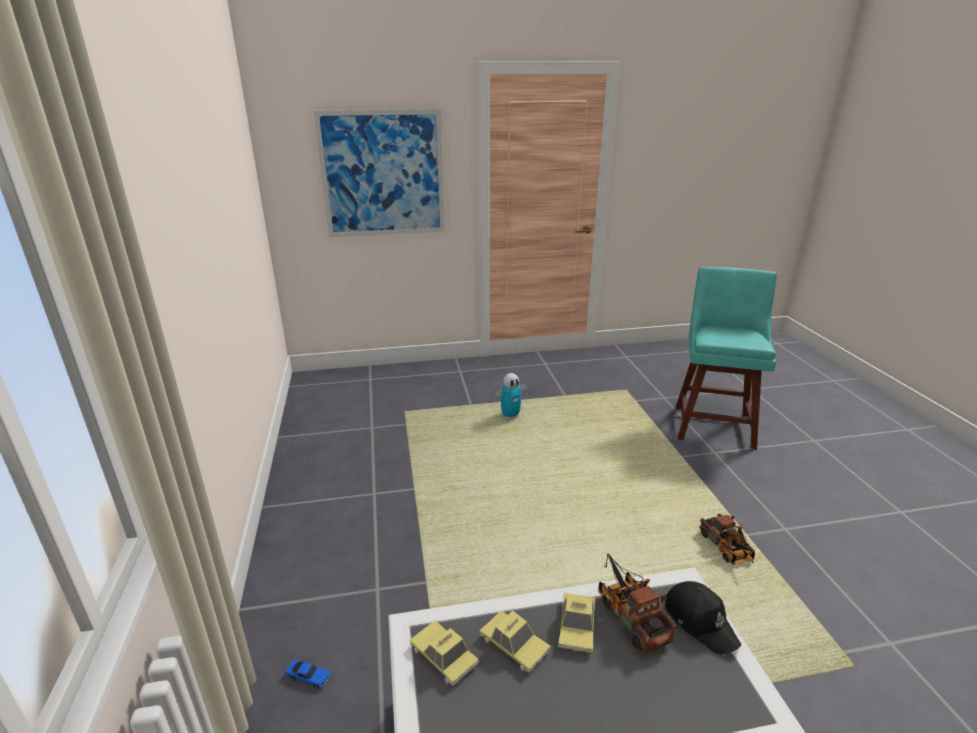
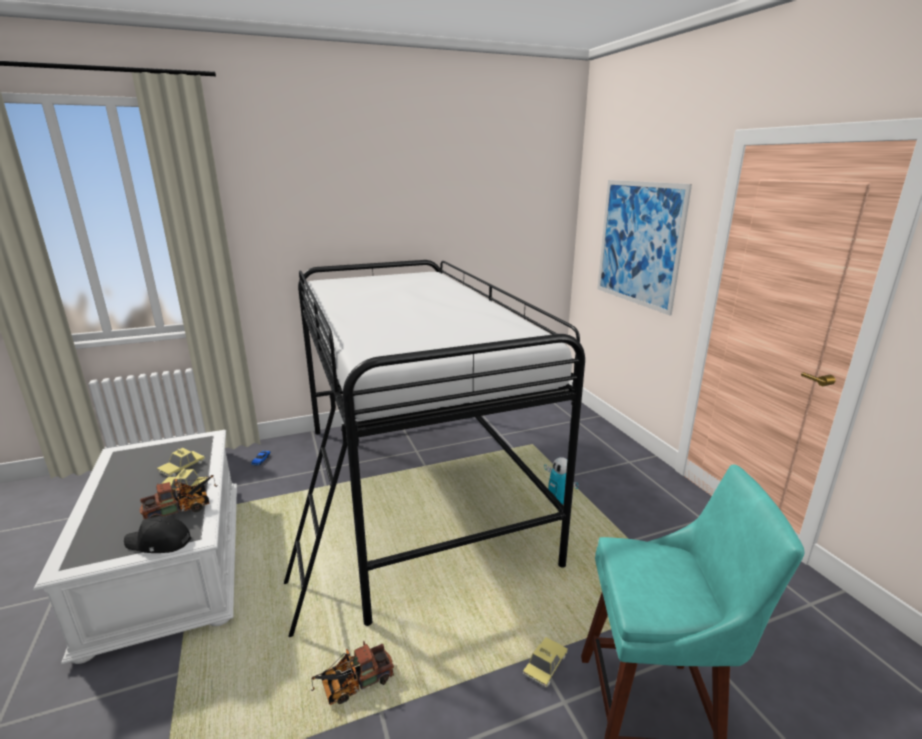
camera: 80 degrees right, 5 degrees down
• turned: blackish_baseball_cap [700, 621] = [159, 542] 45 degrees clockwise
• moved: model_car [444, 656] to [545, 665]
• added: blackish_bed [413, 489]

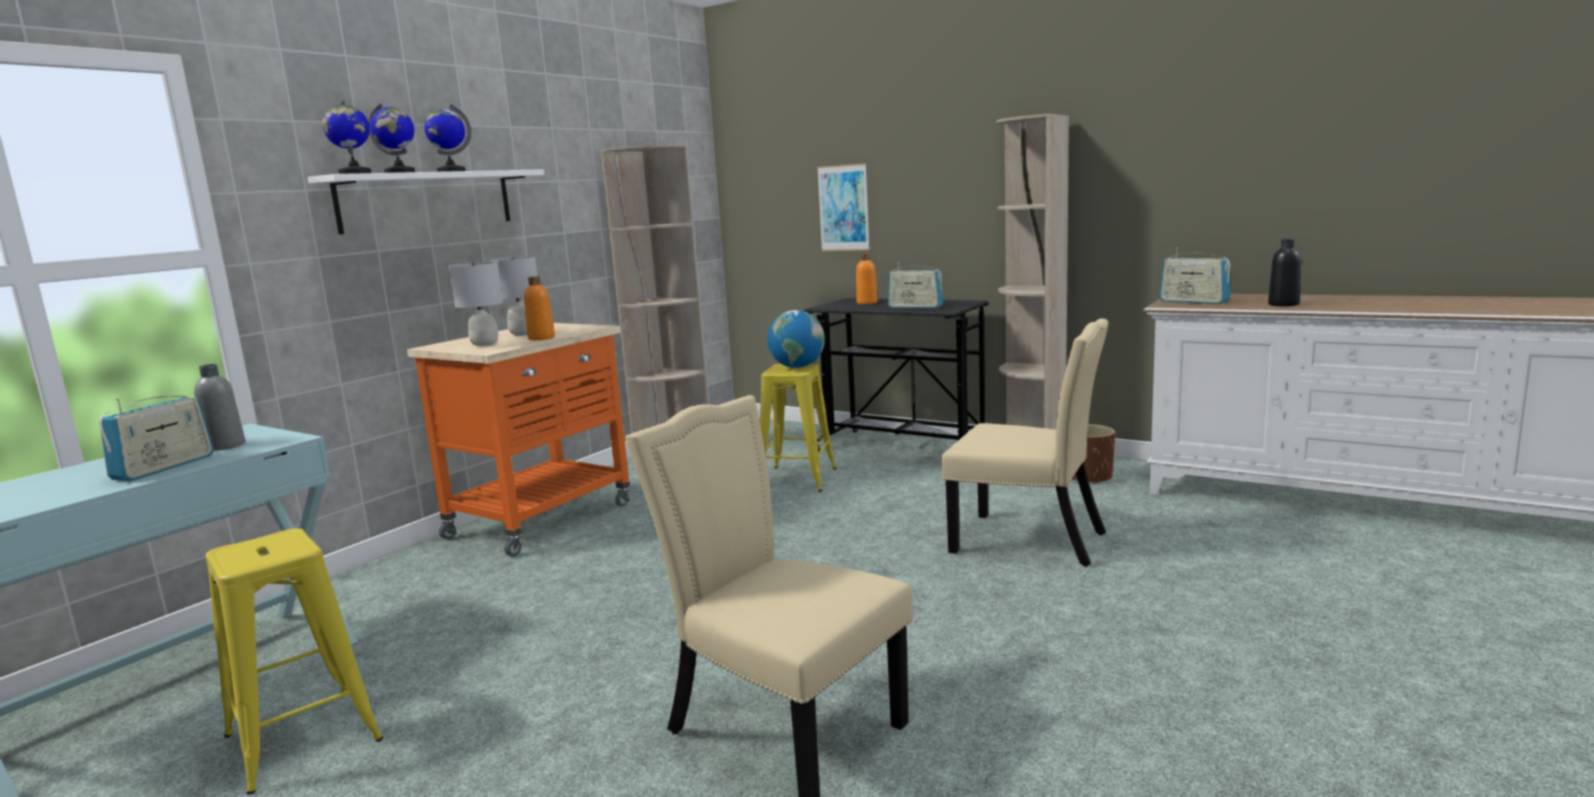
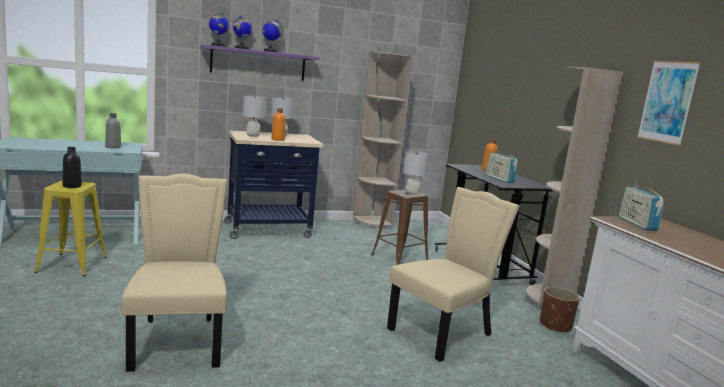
camera: 35 degrees right, 0 degrees up
• moved: wall_picture [843, 208] to [667, 102]
• recoloured: white-coloured_wall_shelf [427, 200] to purple_wall_shelf [258, 63]
• moved: blackish_bottle [1283, 304] to [72, 186]
• replaced: globe [797, 367] to greyish_lamp_for_a_table [412, 193]
• turned: beige_upright_chair [1025, 540] = [440, 334] 105 degrees counterclockwise
• recoloured: orangey_trolley [540, 520] to blue-coloured_trolley [268, 230]
• recoloured: yellow_stool [797, 479] to brown-coloured_stool [399, 258]
• removed: radio_set [164, 467]

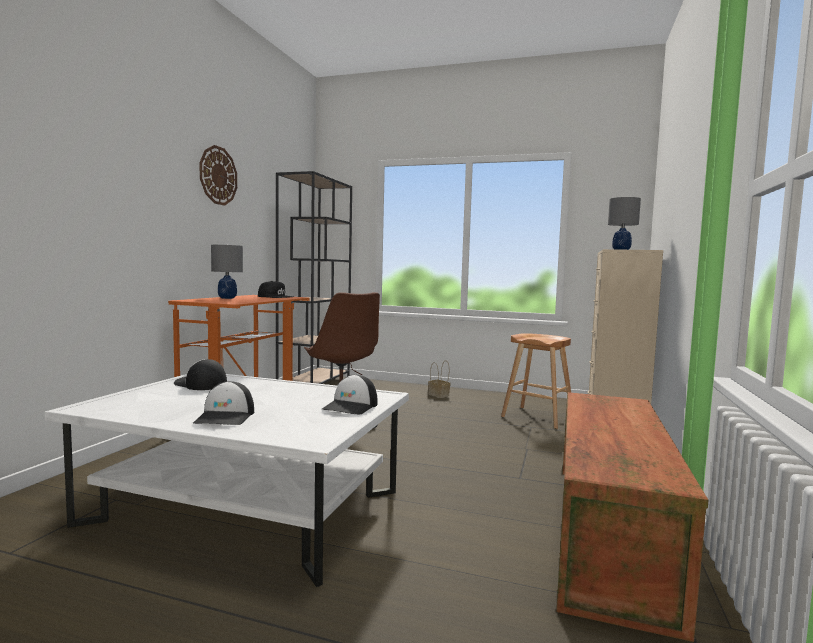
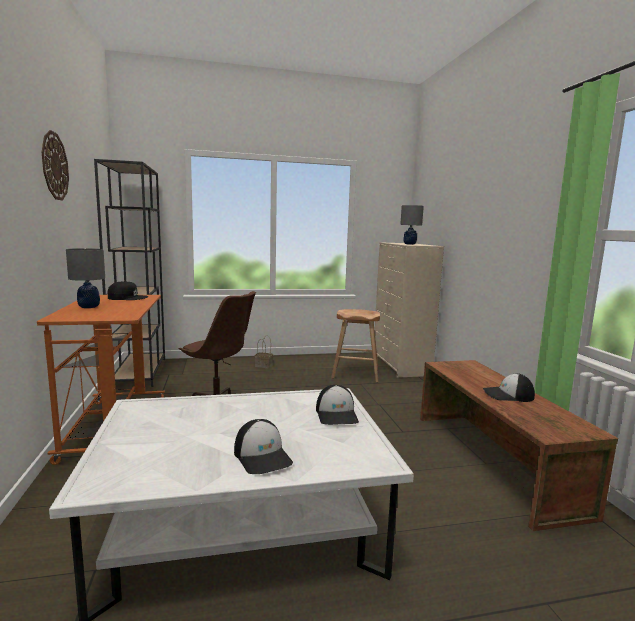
camera: 30 degrees left, 5 degrees up
• moved: baseball_cap [200, 384] to [508, 395]

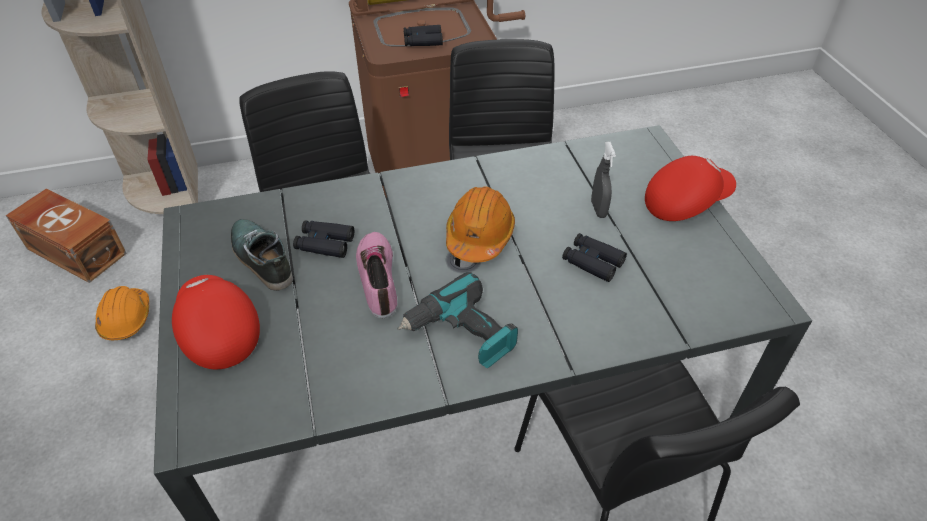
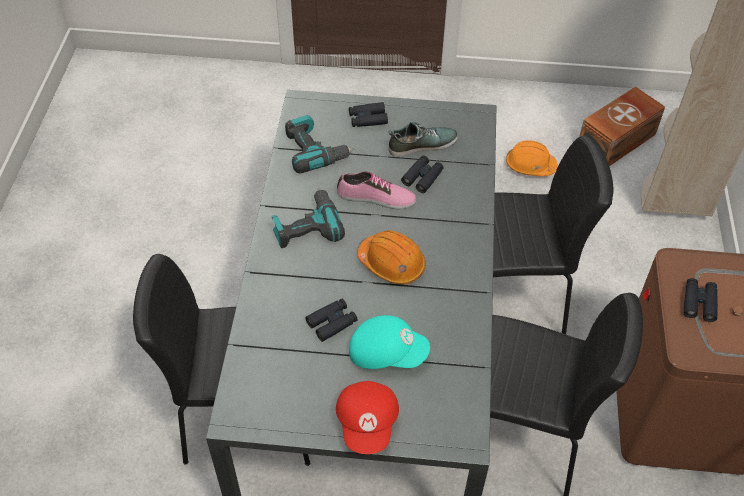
camera: 110 degrees right, 5 degrees up
• replaced: greyish_hand_sprayer [598, 209] to blue-green_baseball_cap [387, 352]
• replaced: red_baseball_cap [217, 331] to blackish_field_glasses [367, 119]
• added: electric_drill [315, 151]

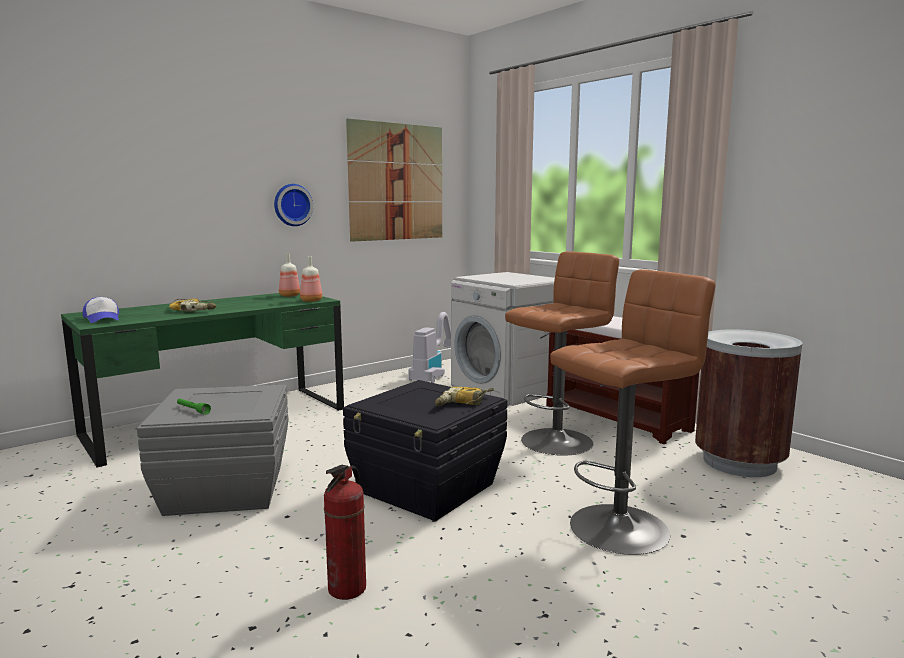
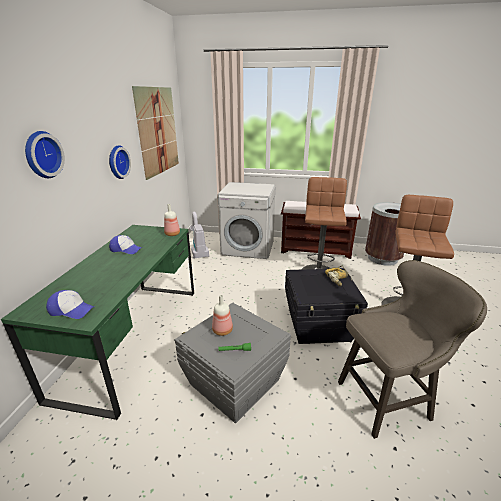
camera: 40 degrees left, 15 degrees up
• moved: bottle [289, 296] to [223, 331]
• removed: electric_drill [194, 310]
• replaced: extinguisher [347, 589] to beige_stool [386, 399]
• added: clock_on_the_wall [41, 155]
• added: baseball_cap [126, 249]

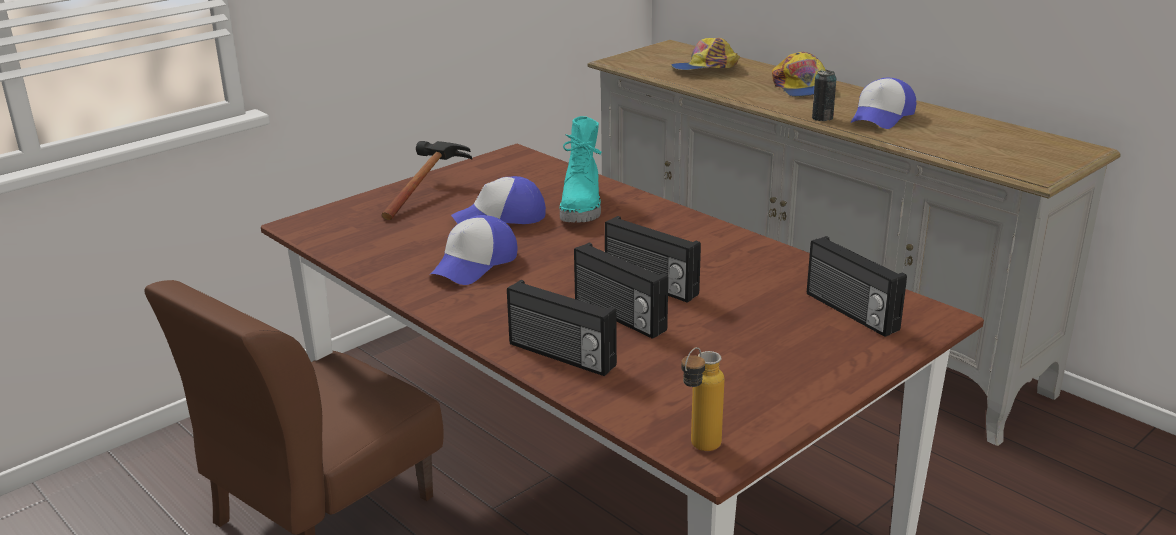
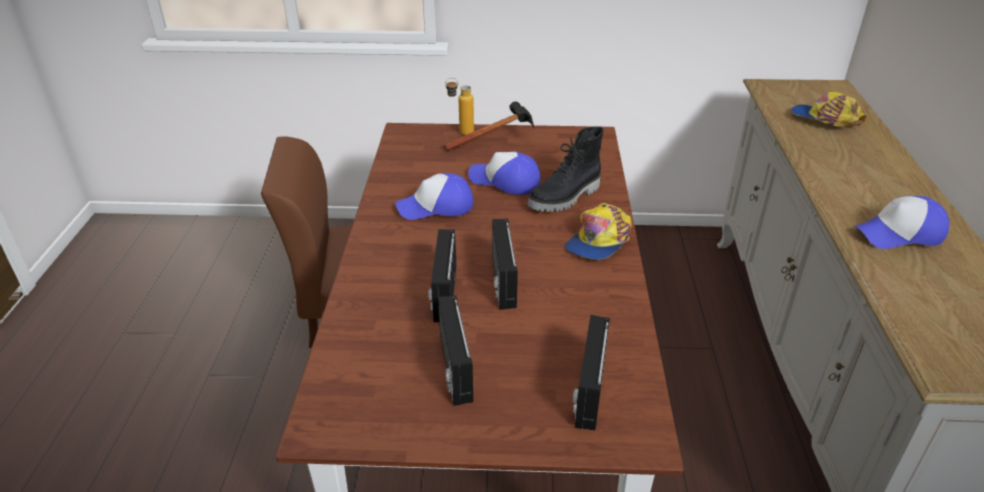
camera: 45 degrees right, 10 degrees up
• moved: baseball_cap [803, 87] to [598, 241]
• removed: sealed_can [822, 118]
• recoloured: blue-green_high-top_boot [582, 207] to blackish_high-top_boot [565, 198]
• moved: radio_set [560, 356] to [453, 368]
• moved: bottle [698, 449] to [460, 132]

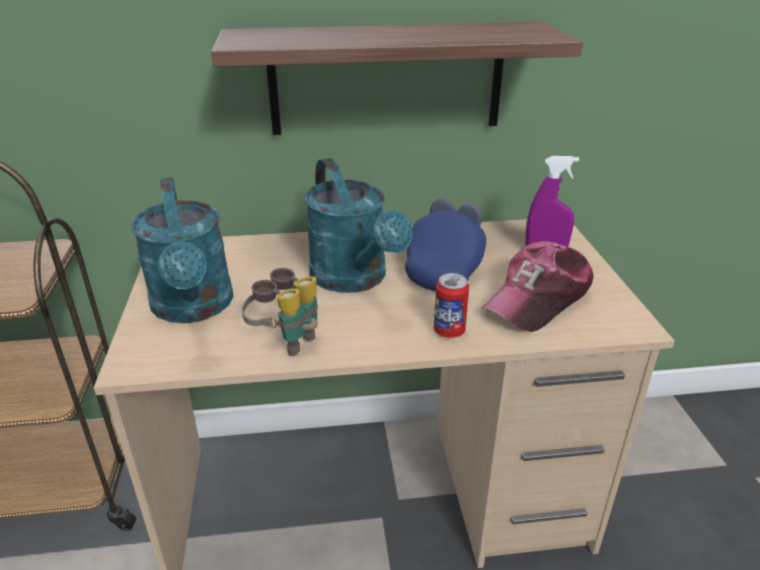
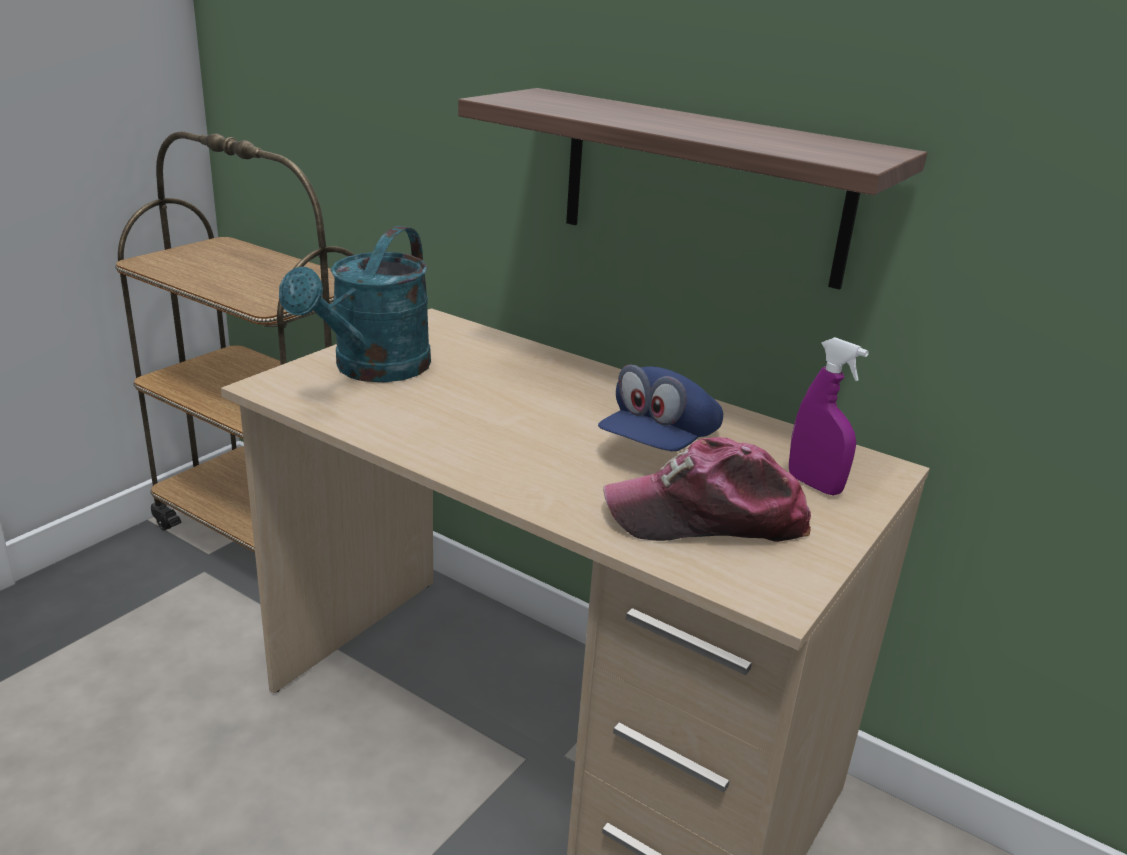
camera: 40 degrees right, 5 degrees down
• removed: blue-green_sprinkling_can [355, 279]
• turned: blue-coloured_baseball_cap [446, 268] = [659, 444] 150 degrees clockwise
• removed: field_glasses [286, 339]
• removed: sealed_can [449, 331]

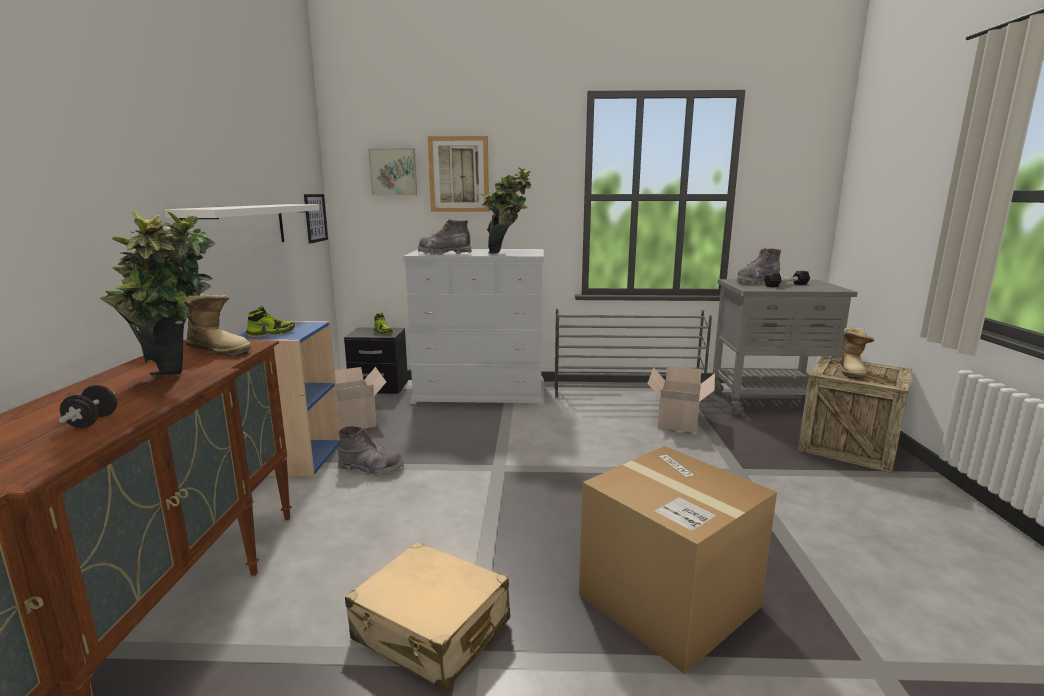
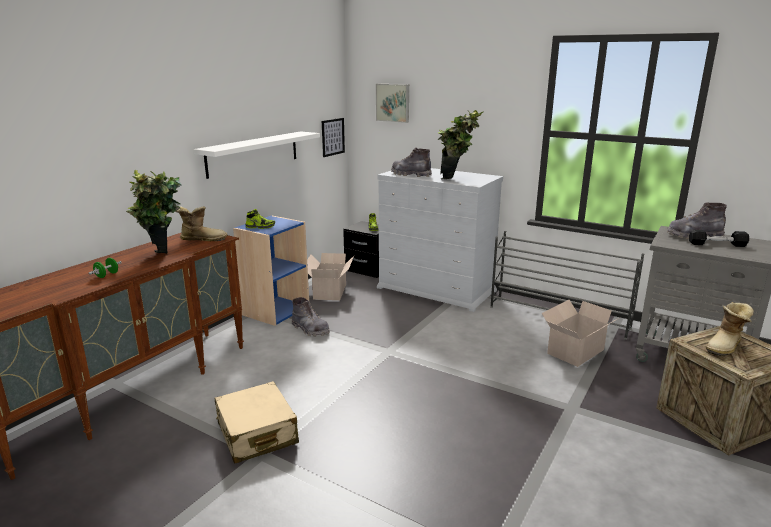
camera: 30 degrees right, 5 degrees up
• removed: wall_picture [459, 174]
• turned: high-top_boot [219, 350] = [202, 239] 60 degrees counterclockwise
• recoloured: blackish_free_weight [92, 422] to greenish_free_weight [107, 275]
• removed: cardboard_box [668, 600]

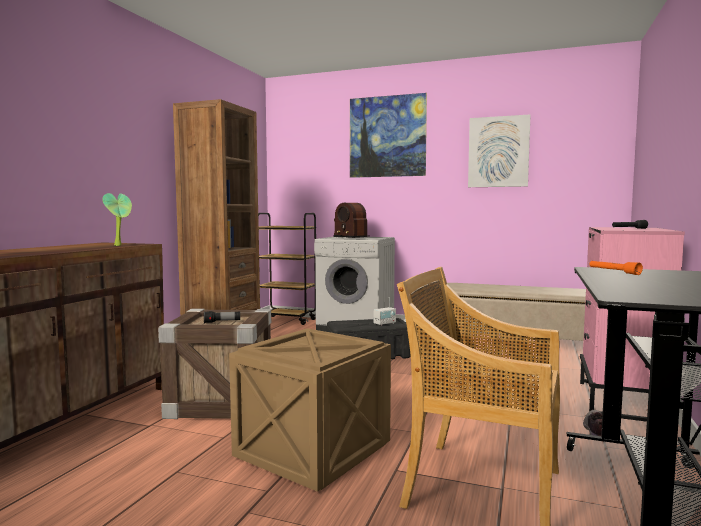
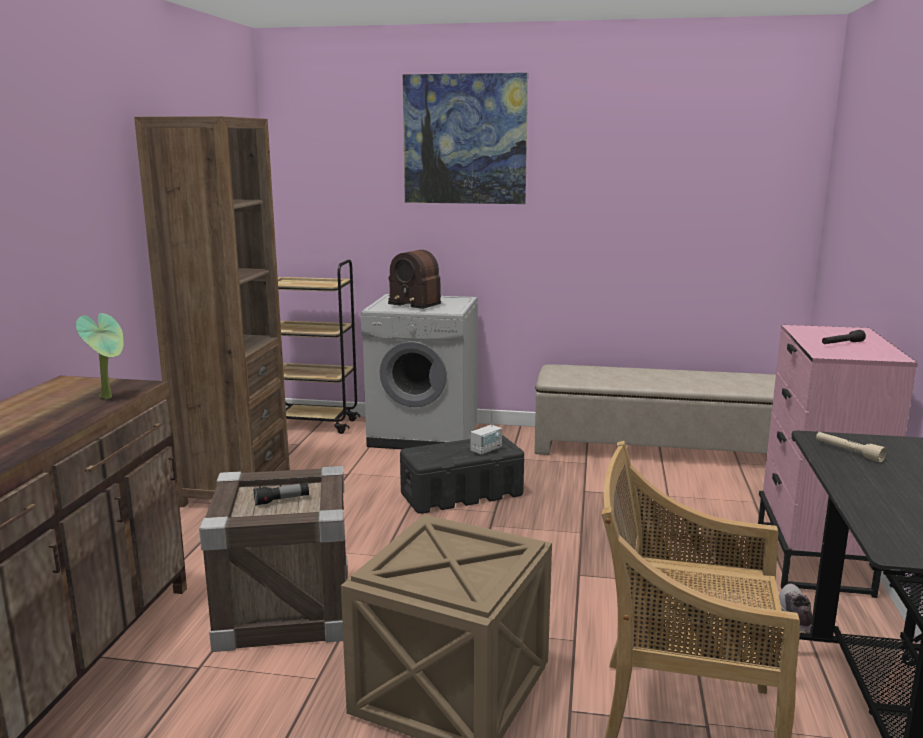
camera: 10 degrees left, 10 degrees up
• removed: wall_picture [498, 152]
• recoloured: orangey_hand_torch [613, 272] to beige_hand_torch [848, 452]

